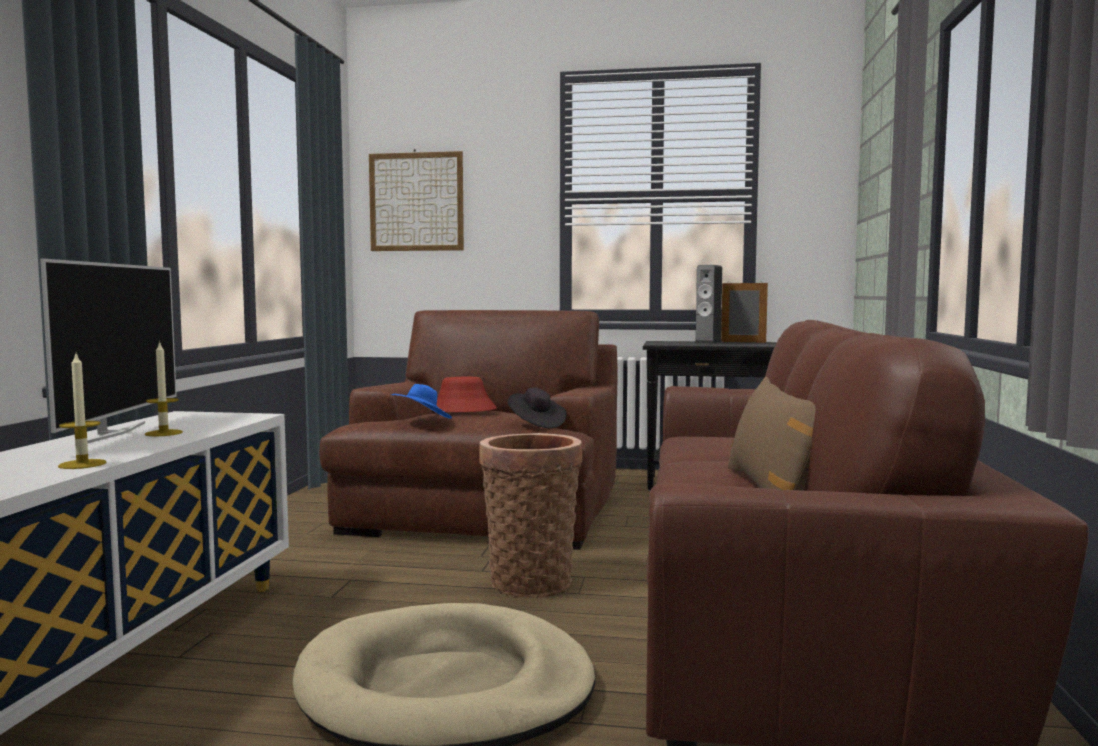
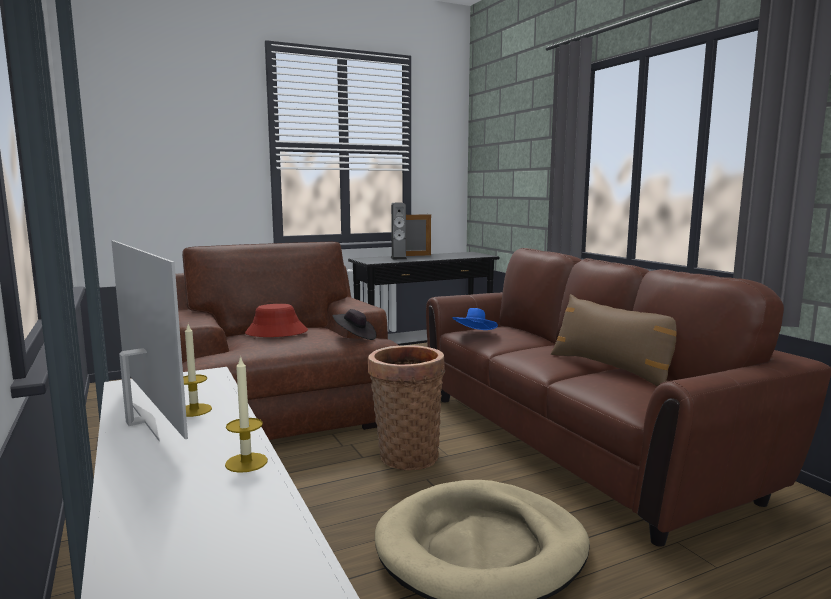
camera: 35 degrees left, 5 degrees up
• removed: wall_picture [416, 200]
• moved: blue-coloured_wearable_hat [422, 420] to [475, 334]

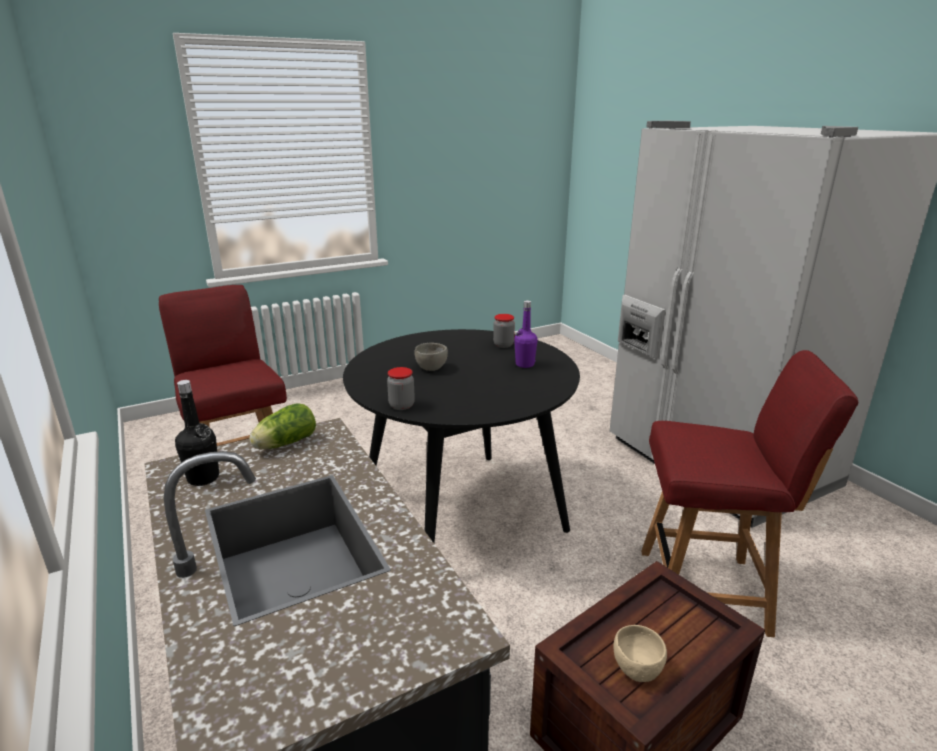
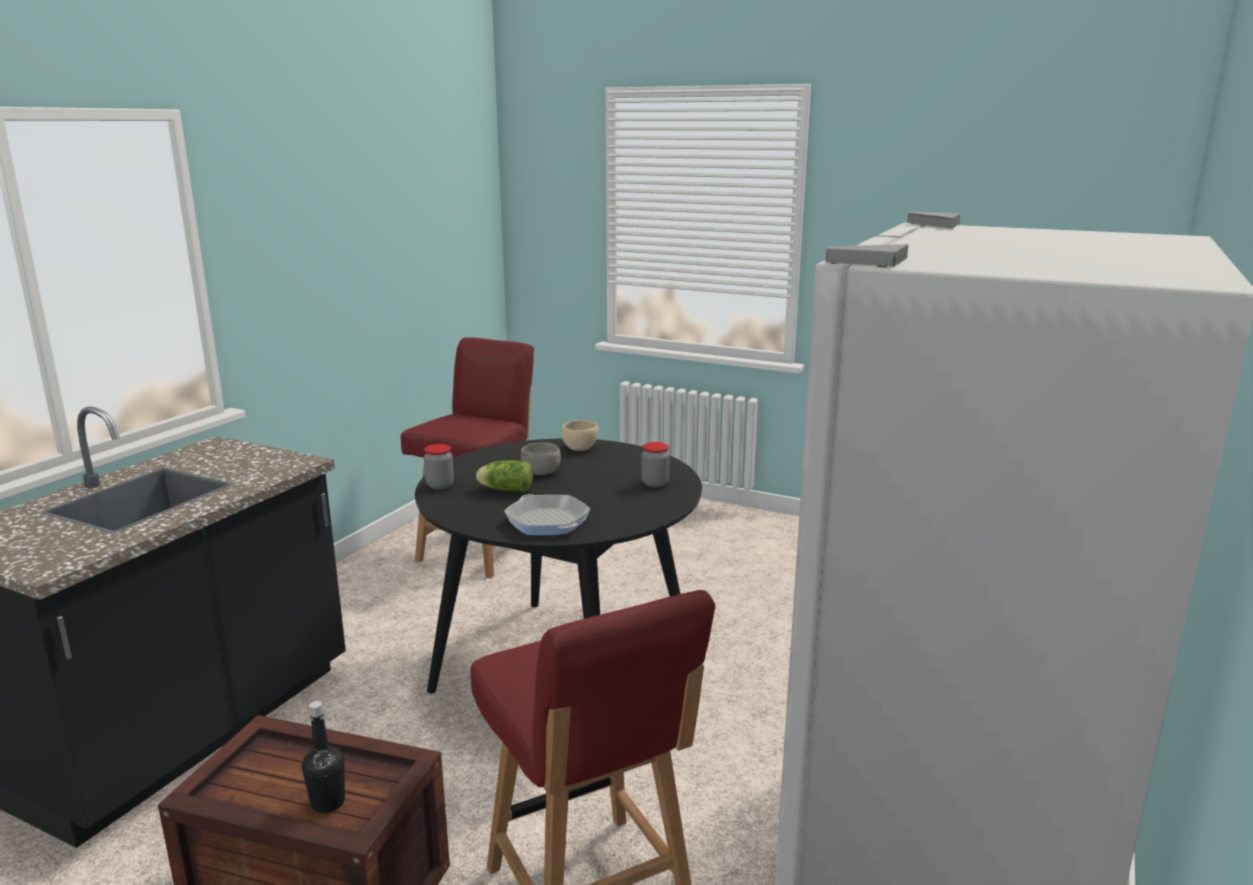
camera: 55 degrees right, 5 degrees down
• removed: purple_bottle [524, 364]
• moved: blackish_bottle [203, 478] to [328, 802]
• moved: lettuce [283, 444] to [505, 490]
• moved: beige_deep_dish [636, 669] to [579, 447]
• added: frying_pan [547, 522]

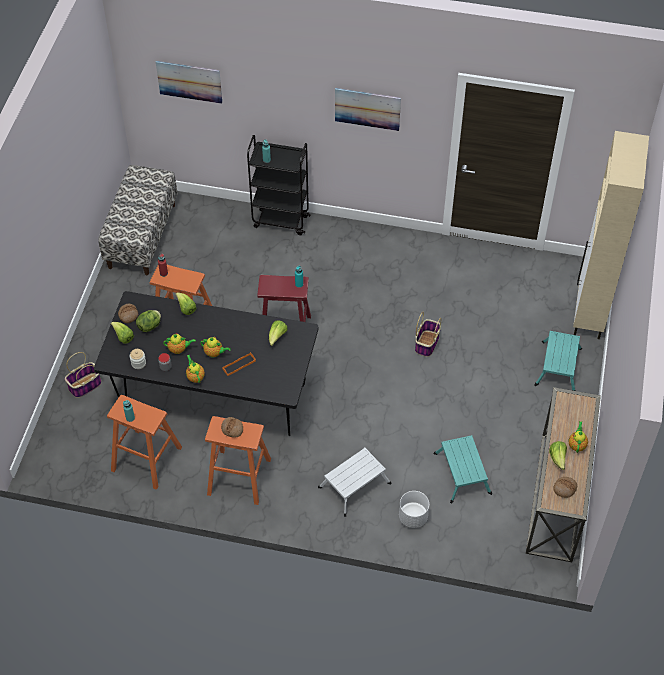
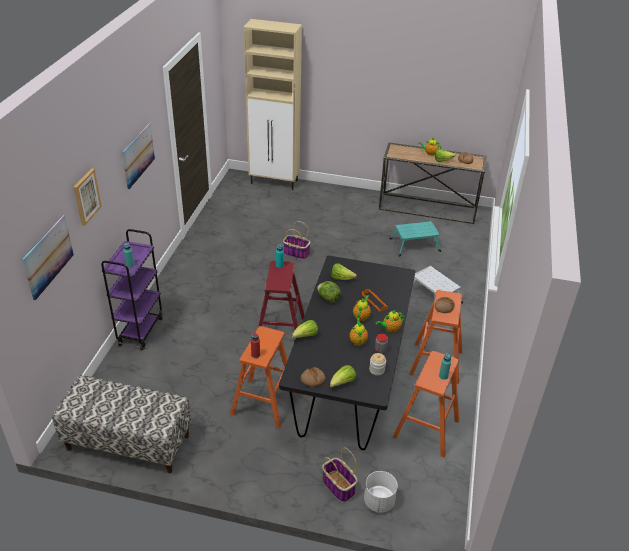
camera: 90 degrees left, 15 degrees down
• recoloured: blackish_trolley [281, 221] to purple_trolley [140, 331]
• moved: lettuce [150, 326] to [328, 298]
• removed: blue-green_step_ladder [558, 367]
• moved: white-coloured_planter [413, 517] to [379, 501]
• added: wall_picture [86, 196]

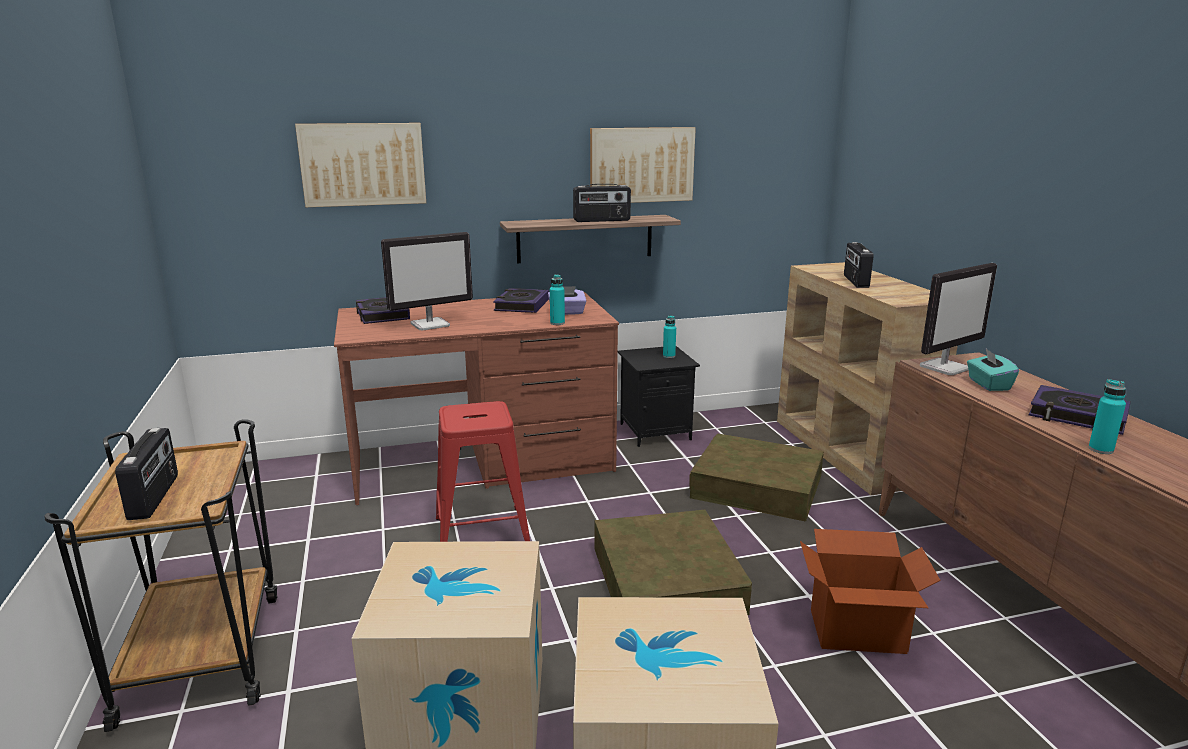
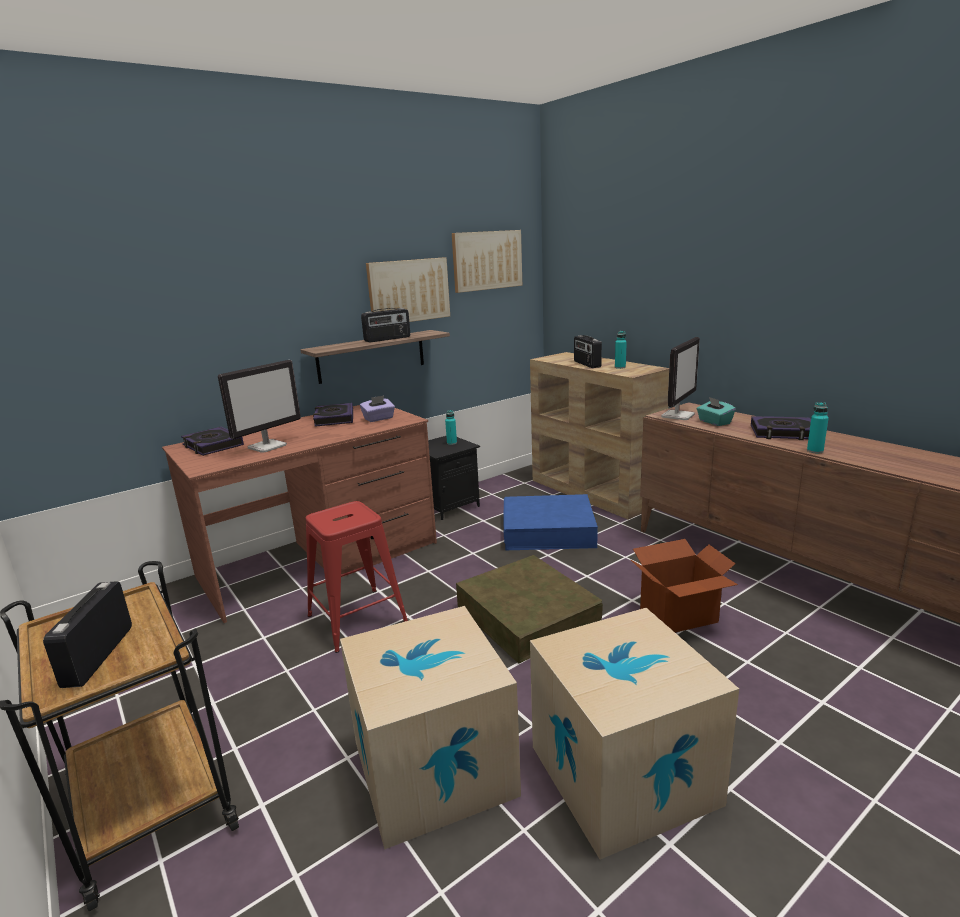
camera: 20 degrees left, 0 degrees up
• moved: wall_picture [363, 164] to [487, 260]
• moved: blue-green_bottle [557, 323] to [620, 367]
• turned: radio_set [155, 497] = [97, 656] 150 degrees counterclockwise
• recoloured: brown-coloured_storage_box [757, 487] to blue-coloured_storage_box [548, 531]

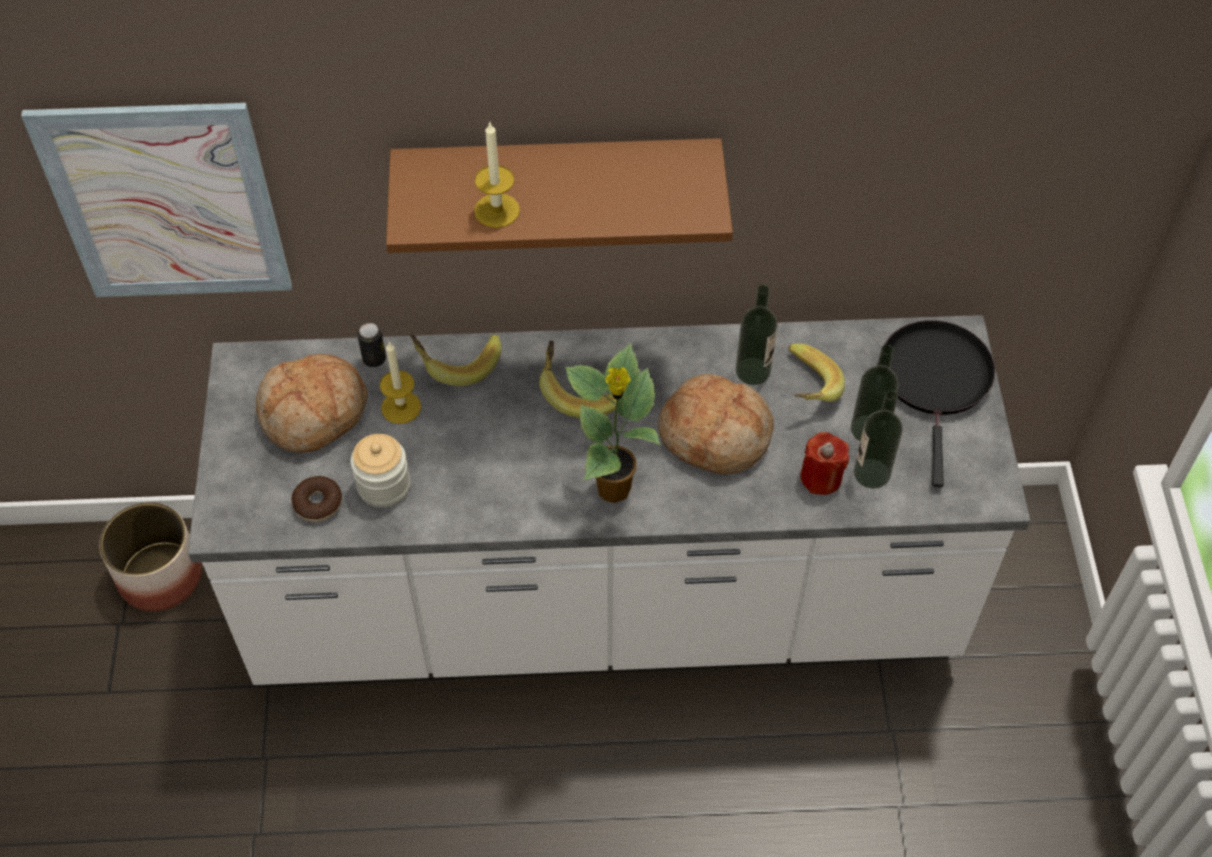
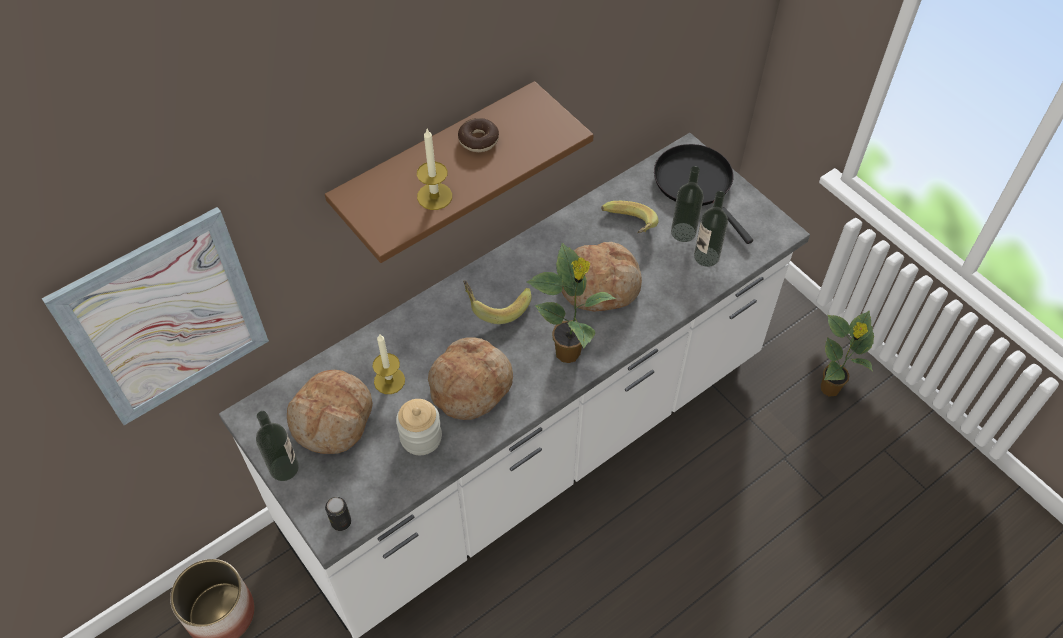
camera: 35 degrees left, 0 degrees up
• moved: bottle [753, 371] to [284, 468]
• moved: sealed_can [374, 359] to [341, 522]
• removed: banana_fruit [457, 362]
• removed: red_wax_candle [821, 477]
• moved: ring_doughnut [318, 503] to [478, 140]
• added: houseplant [830, 389]
• added: baked_bread [470, 384]

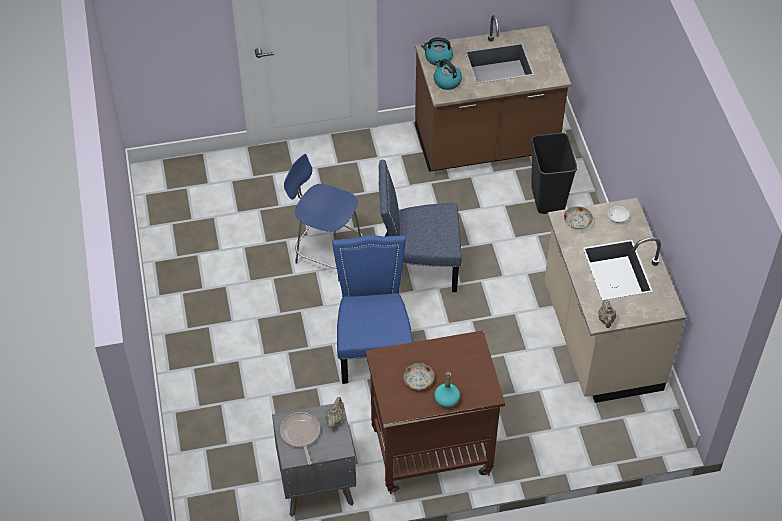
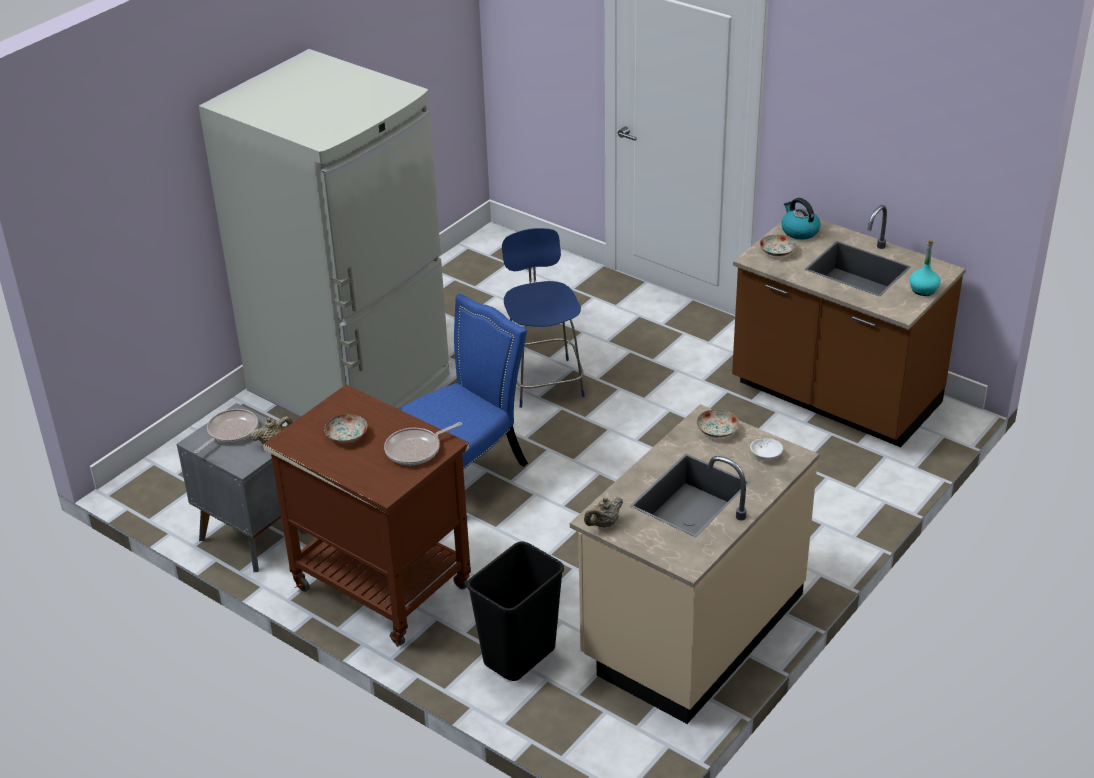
camera: 50 degrees right, 15 degrees down
• replaced: water_kettle [446, 81] to plate [777, 252]
• moved: blackish_rubbish_bin [547, 198] to [519, 655]
• removed: blue-coloured_upright_chair [419, 267]
• moved: blue-green_bottle [446, 400] to [923, 289]
• added: white-coloured_refrigerator [351, 383]
• added: frying_pan [416, 449]

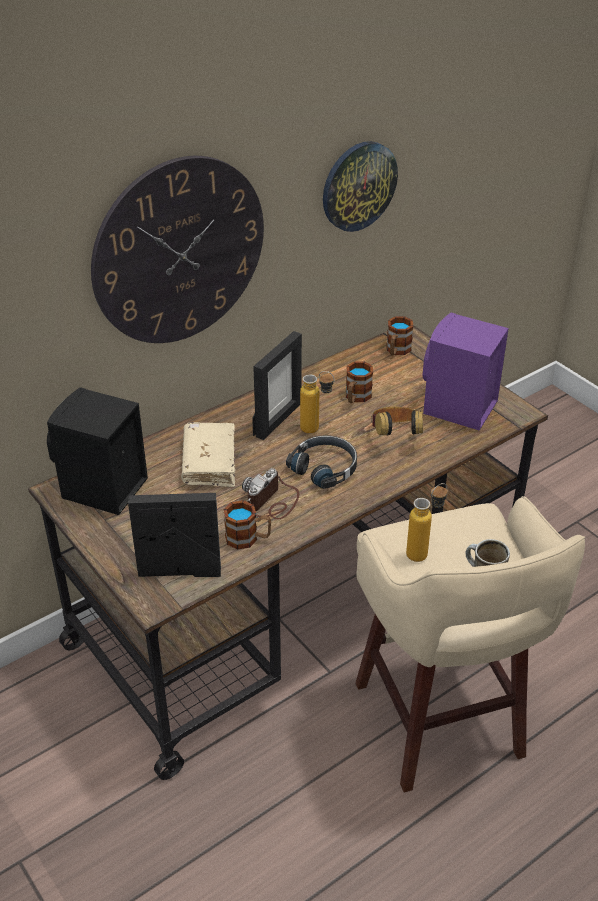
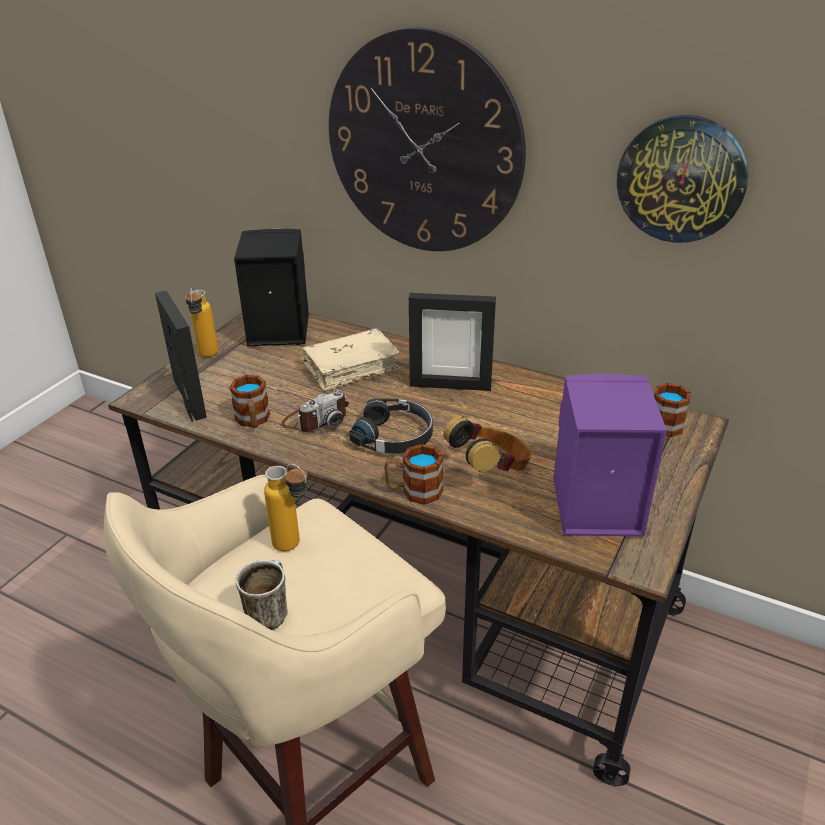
camera: 65 degrees right, 5 degrees down
• moved: mug [356, 397] to [414, 491]
• moved: bottle [316, 430] to [207, 357]
• turned: still_camera [272, 502] = [316, 419] 135 degrees clockwise

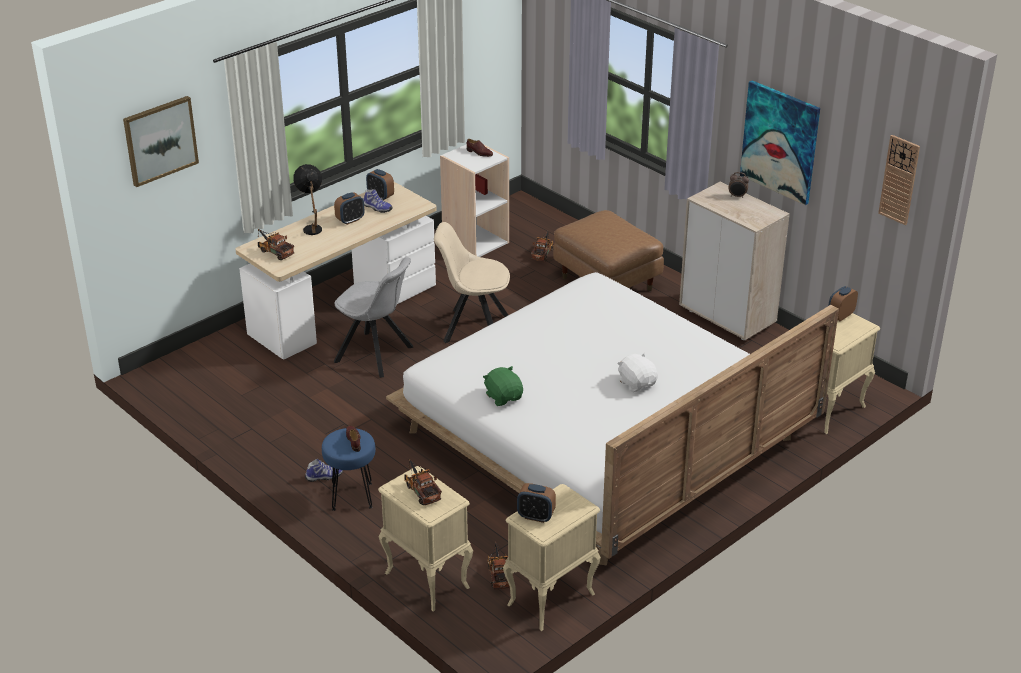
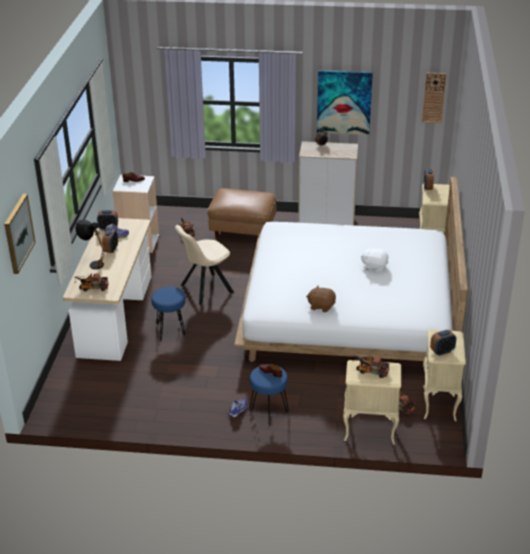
camera: 40 degrees left, 0 degrees up
• replaced: greyish_upright_chair [376, 355] to blue-coloured_stool [171, 330]
• recoloured: greenish_soft_toy [503, 397] to brown-coloured_soft_toy [321, 306]

